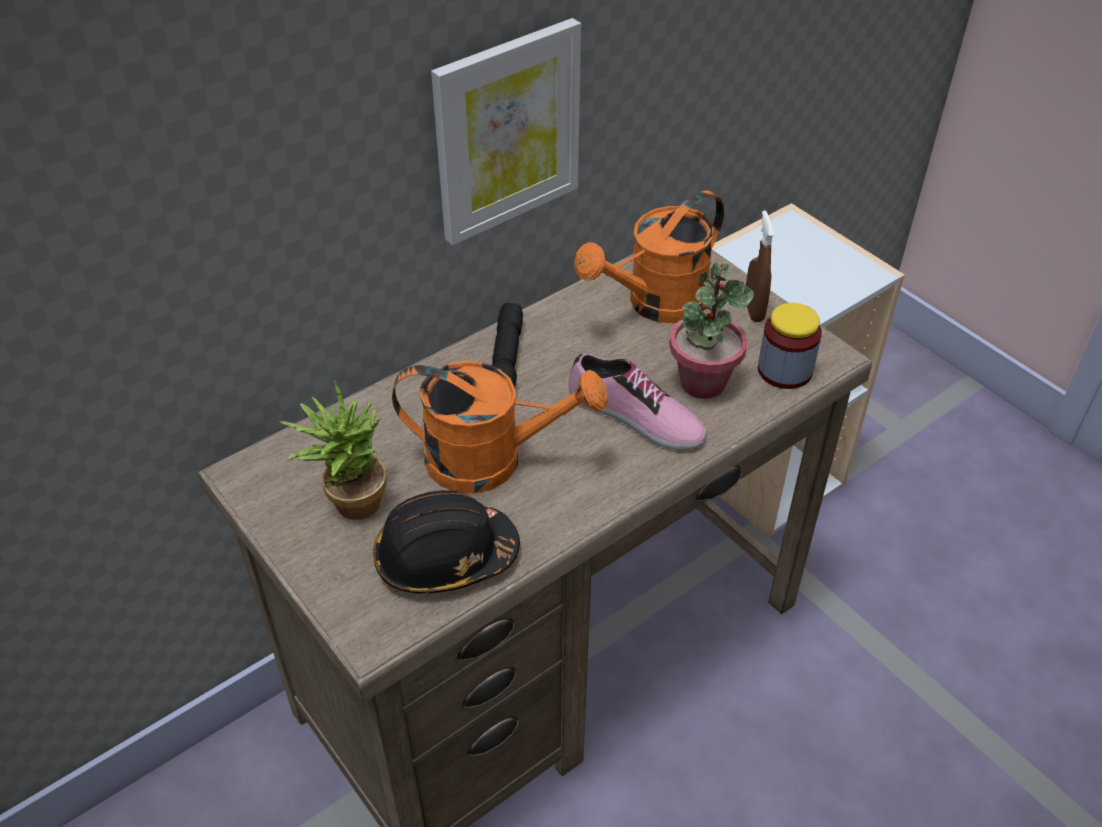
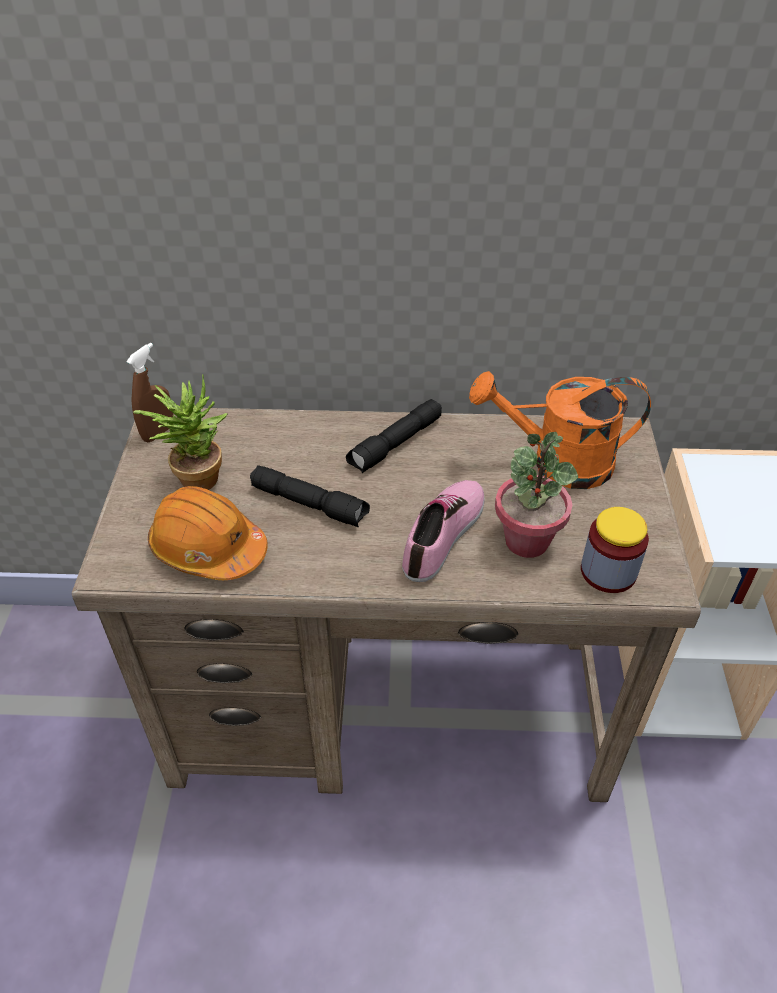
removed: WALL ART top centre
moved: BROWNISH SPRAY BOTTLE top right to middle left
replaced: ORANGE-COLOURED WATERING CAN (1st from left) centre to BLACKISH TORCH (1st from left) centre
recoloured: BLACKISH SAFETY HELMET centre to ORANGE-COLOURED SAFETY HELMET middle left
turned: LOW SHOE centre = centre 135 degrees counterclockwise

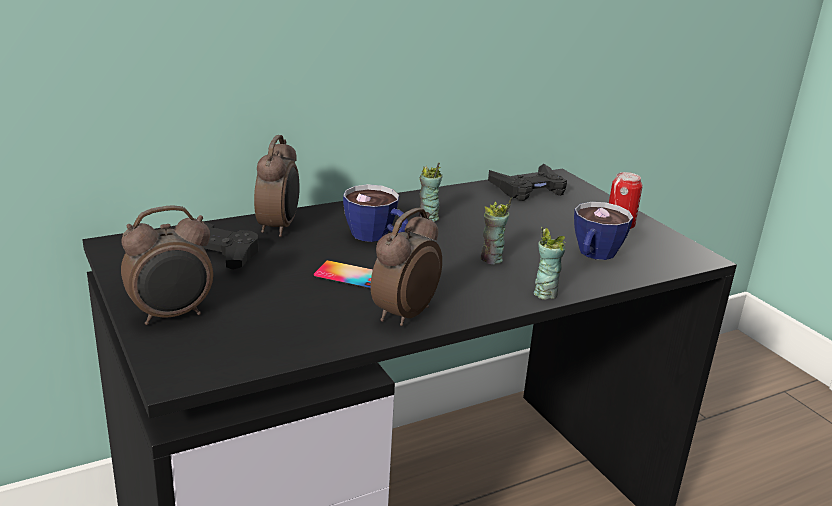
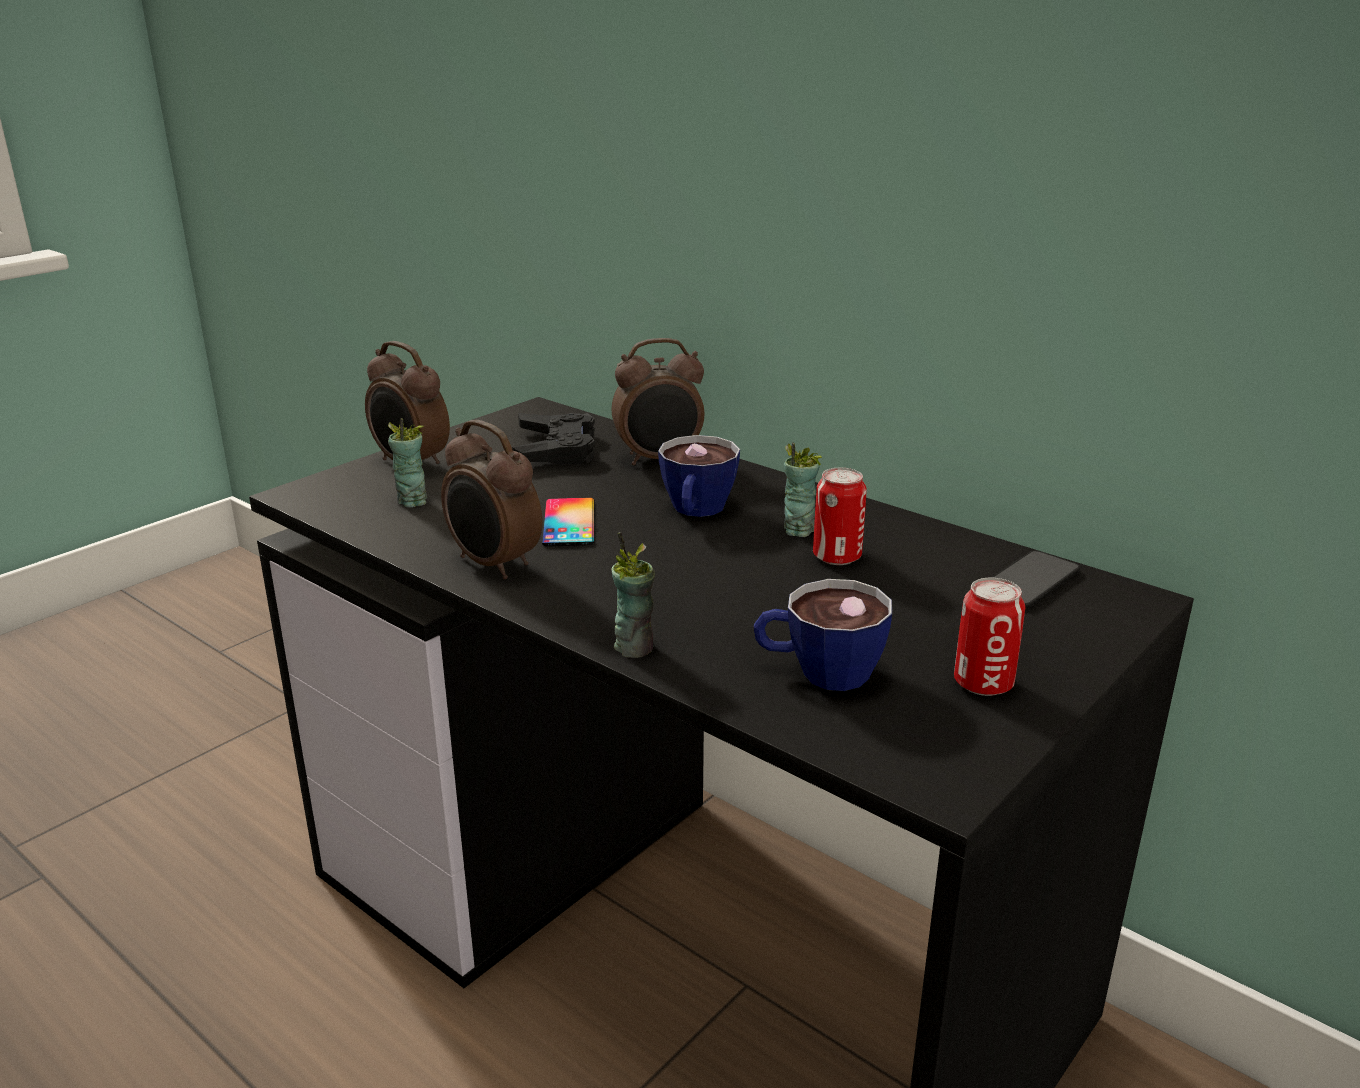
added: CAN (1st from left) centre
moved: DRINKING CUP (3rd from left in the first image) centre to DRINKING CUP (1st from left) middle left
replaced: BLACKISH GAME CONTROLLER (2nd from left) centre to TELEPHONE (2nd from left) middle right
turned: ALARM CLOCK (3rd from left in the first image) centre = centre 150 degrees counterclockwise

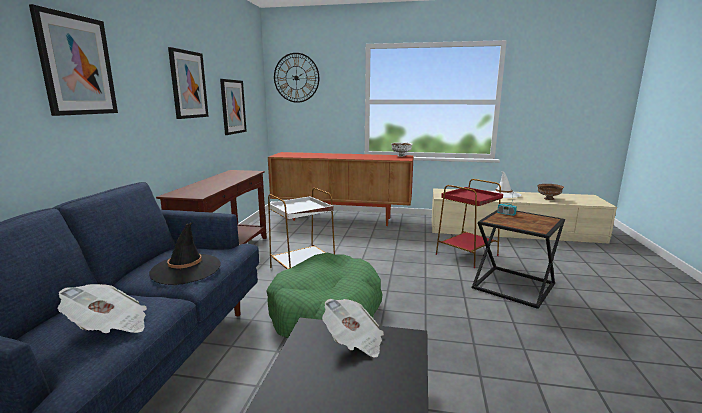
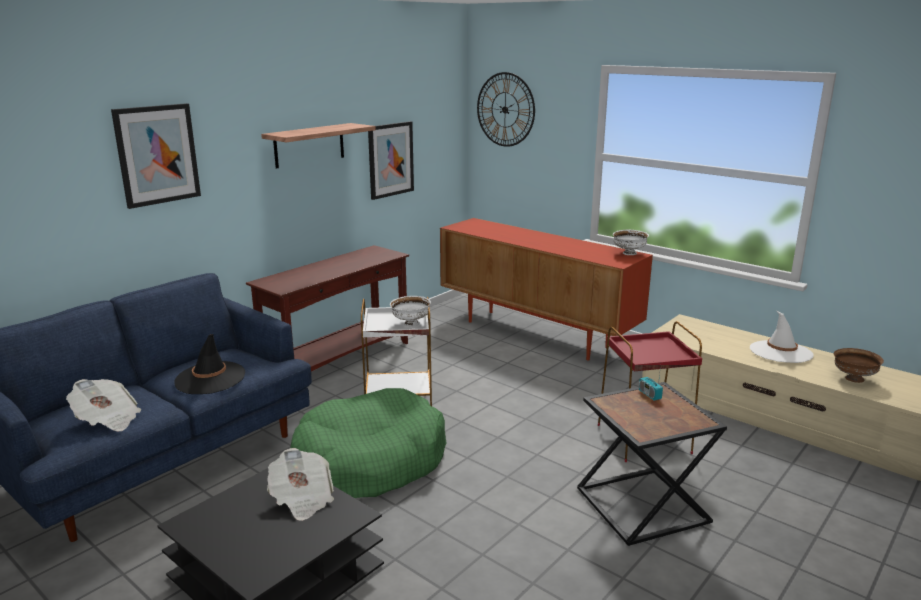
added: WHITE-COLOURED SERVING BOWL (1st from left) centre
replaced: WALL ART (2nd from left) top left to SHELF top centre

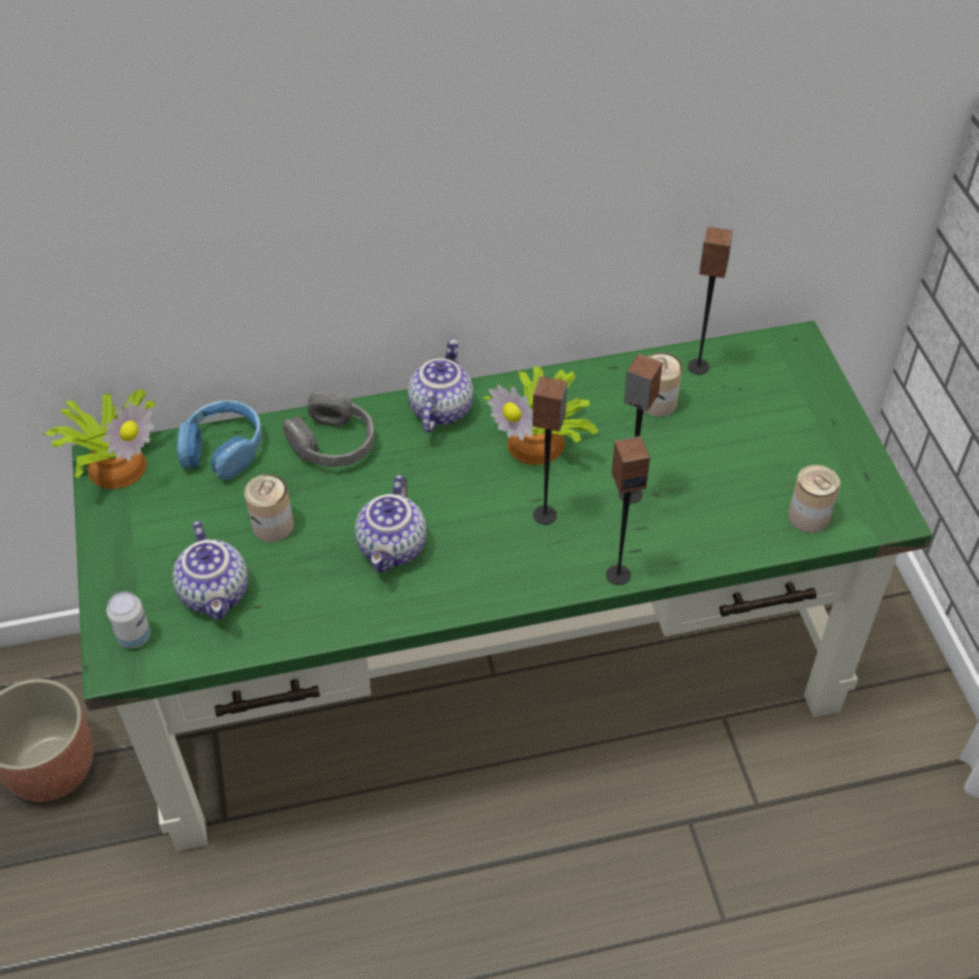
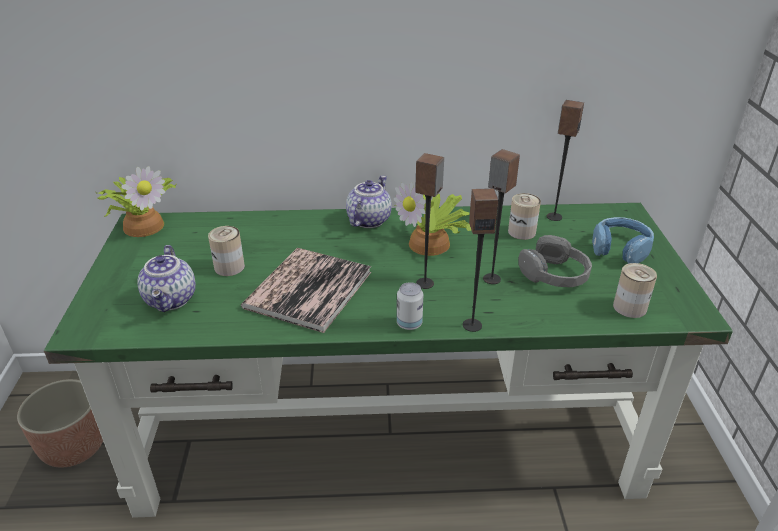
moved: CAN (1st from left in the first image) middle left to CAN (2nd from left) centre; BLUISH PAIR OF HEADPHONES middle left to middle right; GRAY PAIR OF HEADPHONES centre to middle right
replaced: POT FOR TEA (2nd from left) centre to BOUND BOOK centre

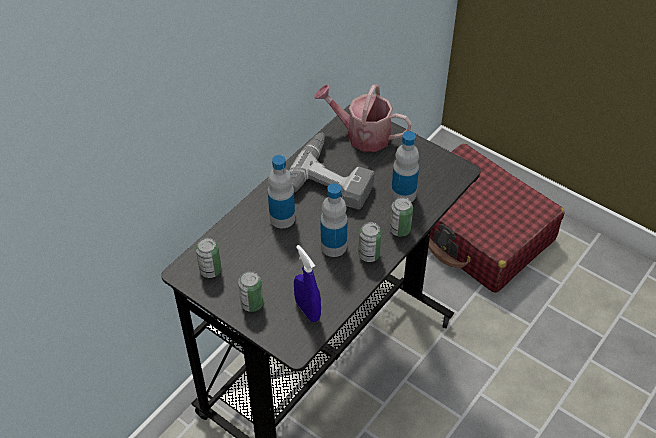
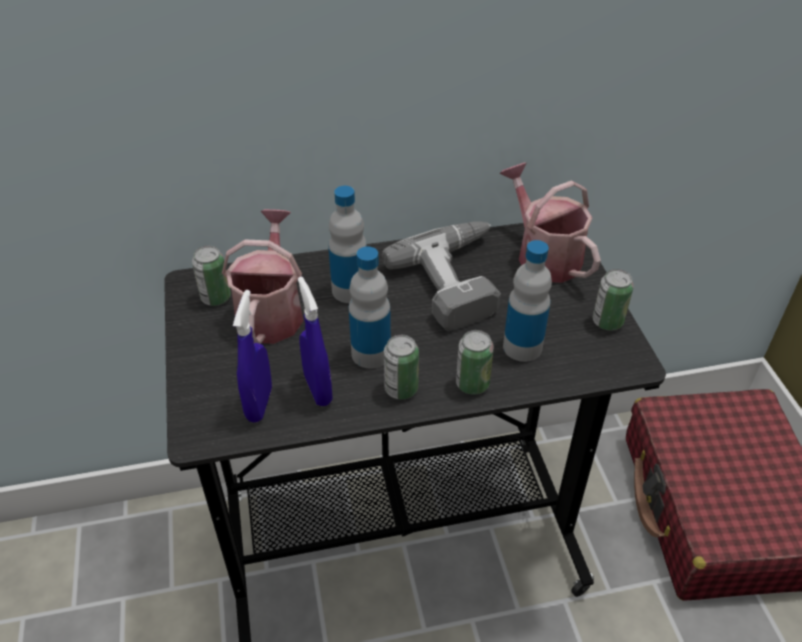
added: WATERING CAN (1st from left) middle left; BLUISH SPRAY BOTTLE (2nd from left) centre
moved: CAN (2nd from left in the first image) centre to CAN (4th from left) middle right

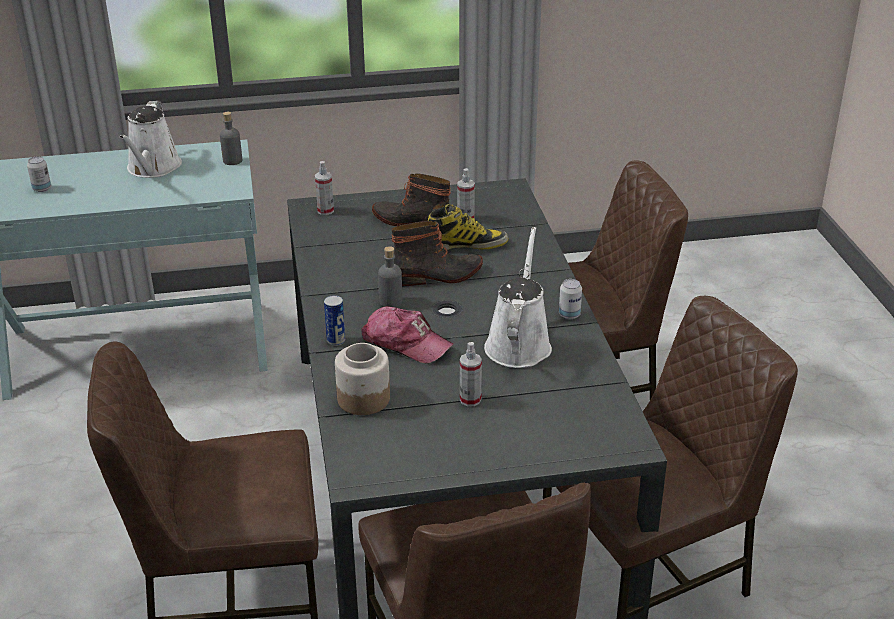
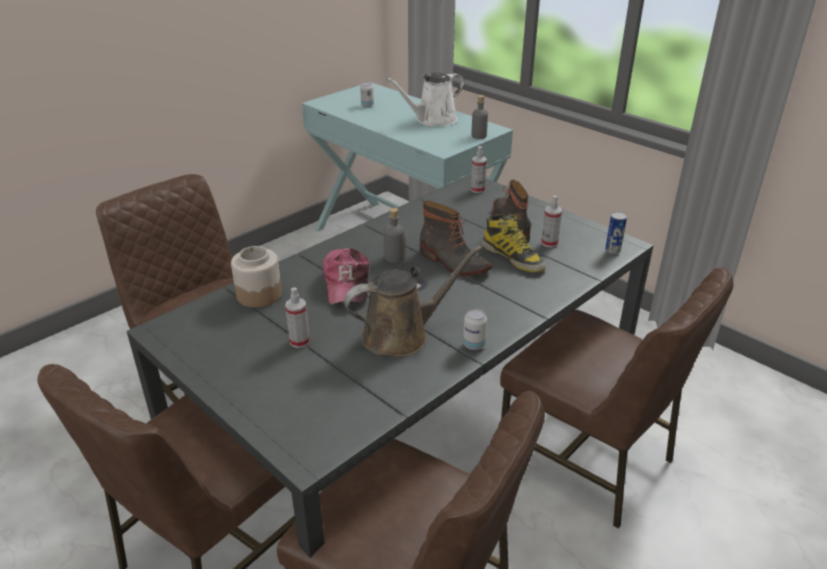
moved: CAN (2nd from left in the first image) centre to CAN (3rd from left) middle right
recoloured: WHITE-COLOURED WATERING CAN (2nd from left) centre to BROWNISH WATERING CAN centre

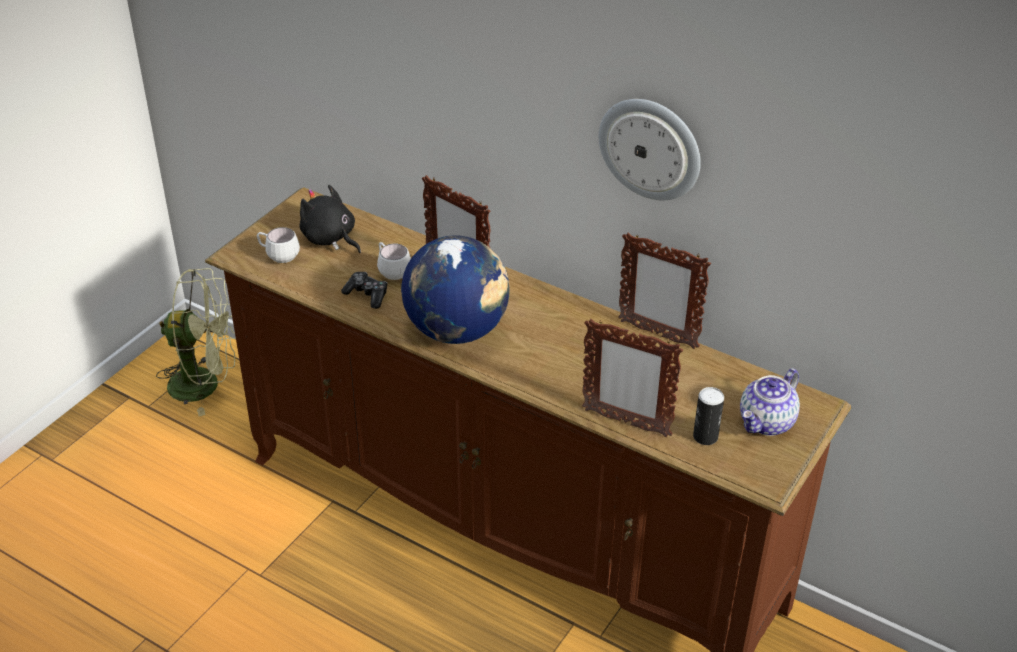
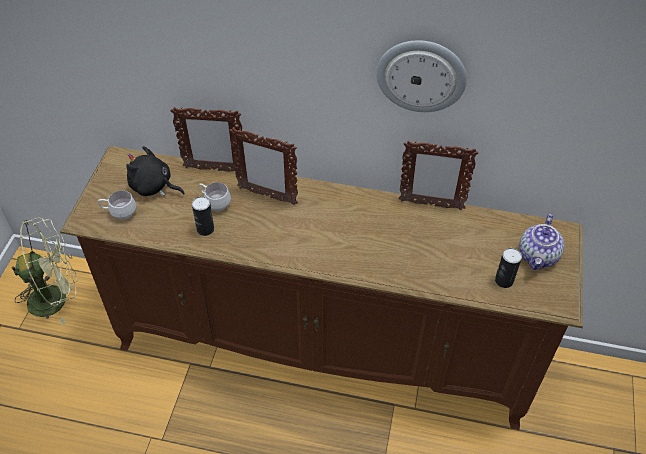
removed: GLOBE centre
moved: STANDING FRAME (2nd from left in the first image) centre to STANDING FRAME (1st from left) top left
replaced: GAME CONTROLLER centre to CAN (1st from left) middle left

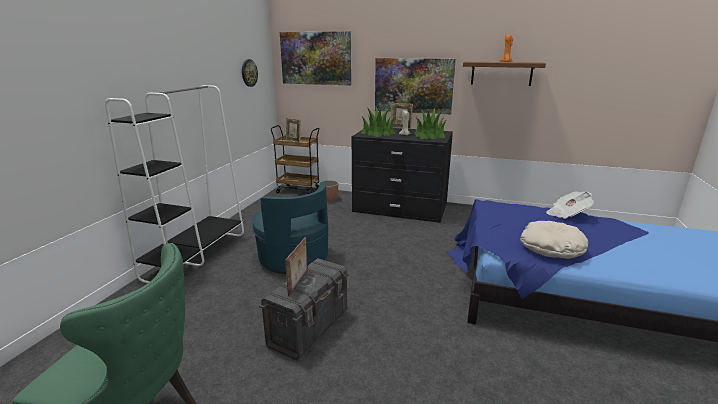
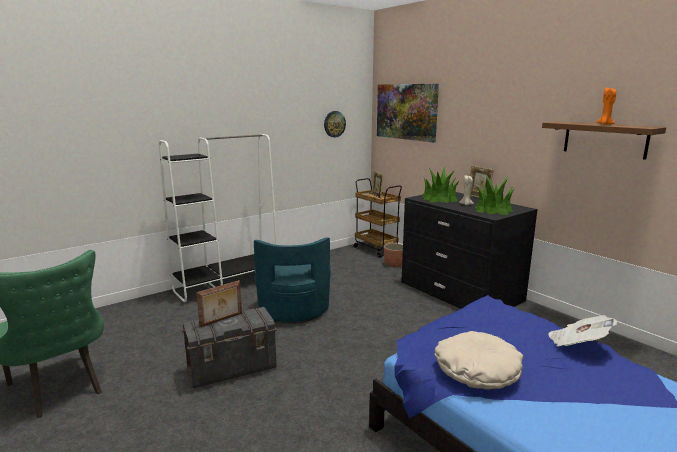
removed: WALL ART (2nd from left) top centre

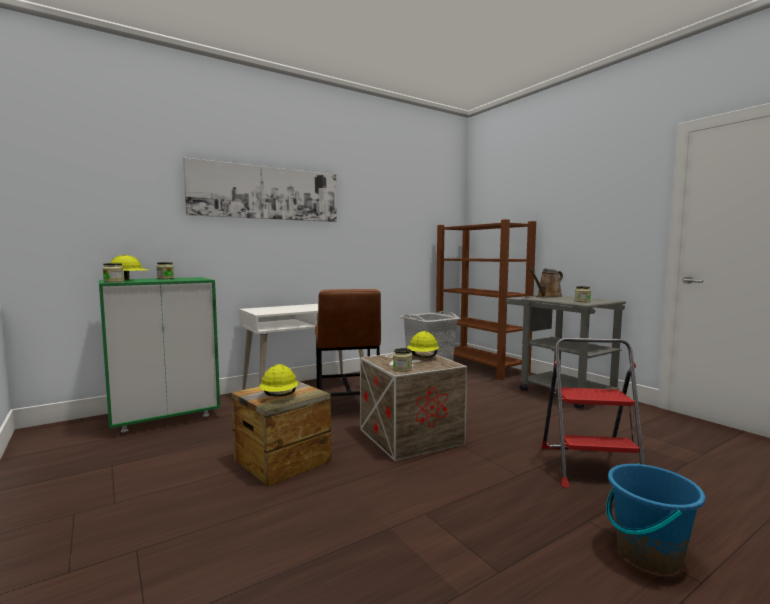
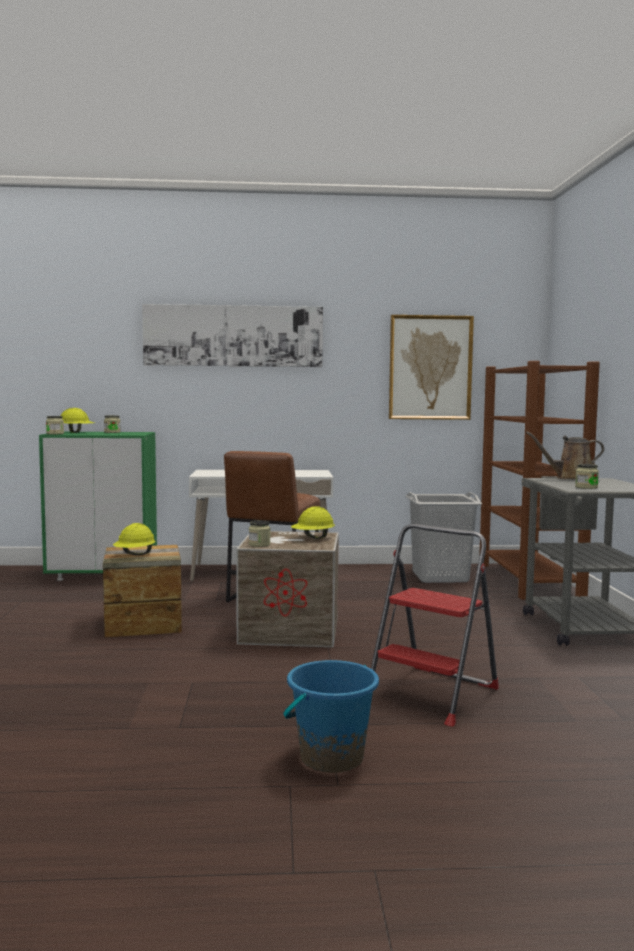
added: WALL ART (2nd from left) middle right

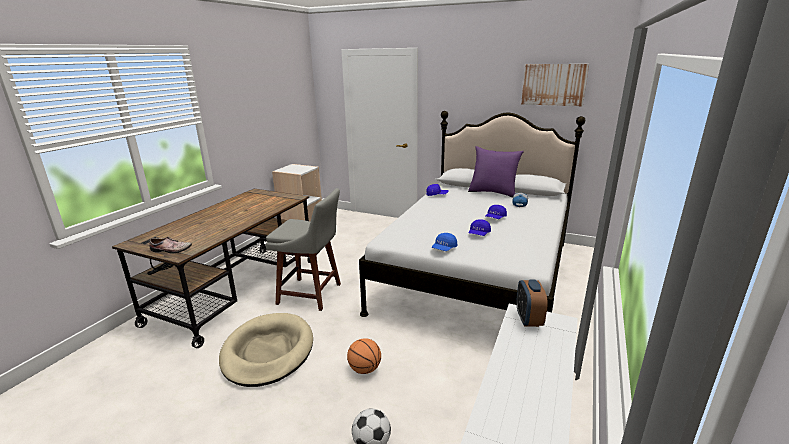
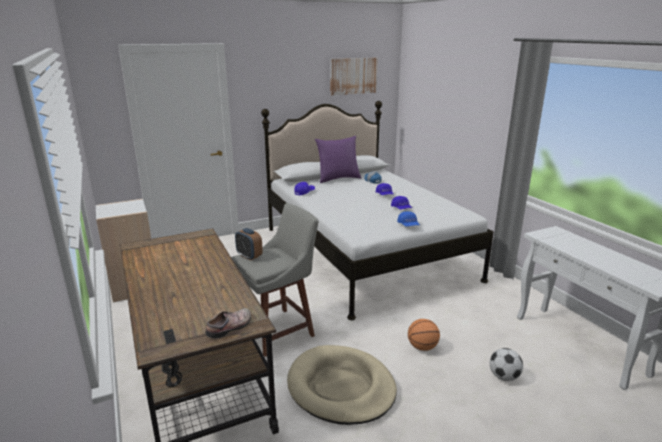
moved: ALARM CLOCK bottom right to centre

